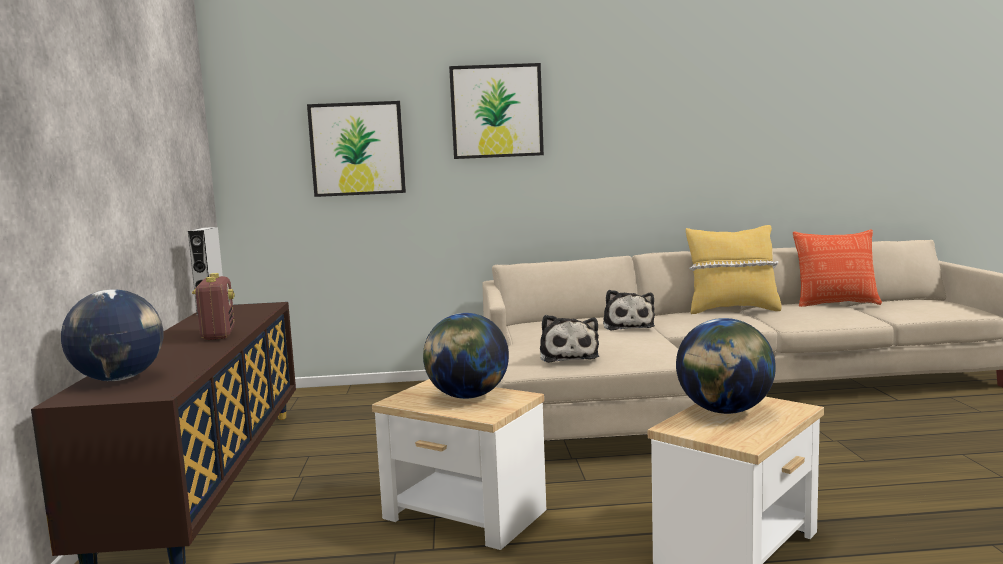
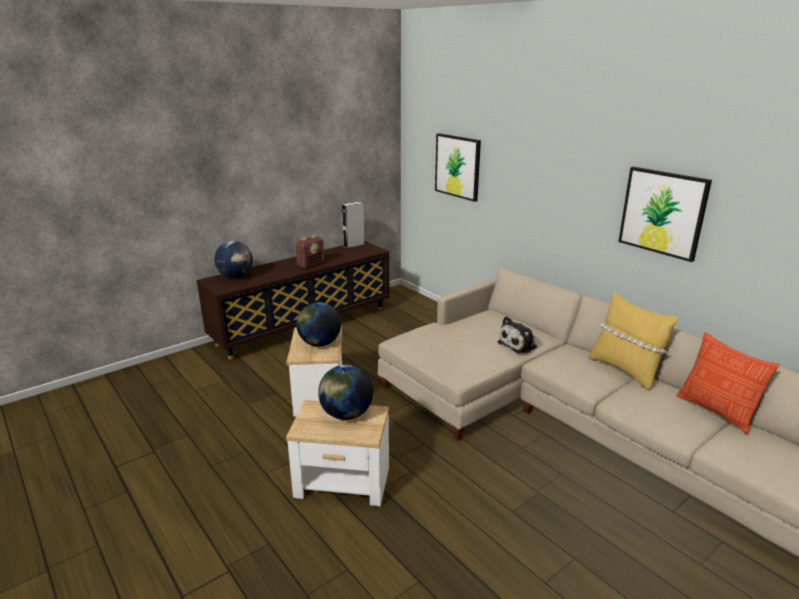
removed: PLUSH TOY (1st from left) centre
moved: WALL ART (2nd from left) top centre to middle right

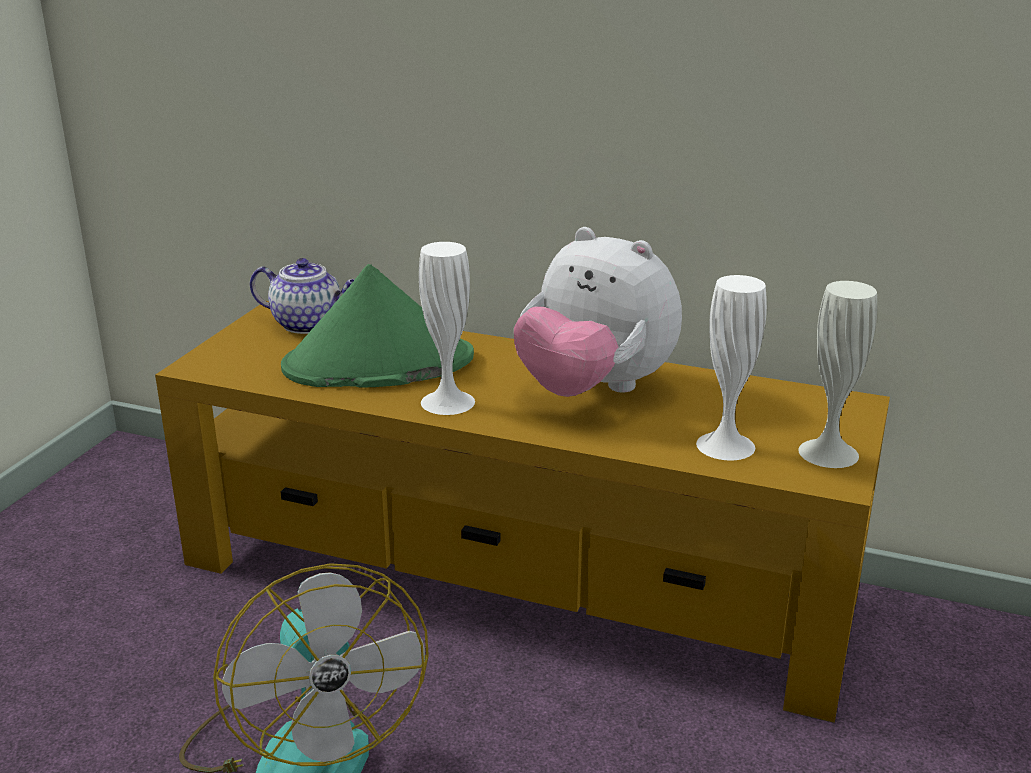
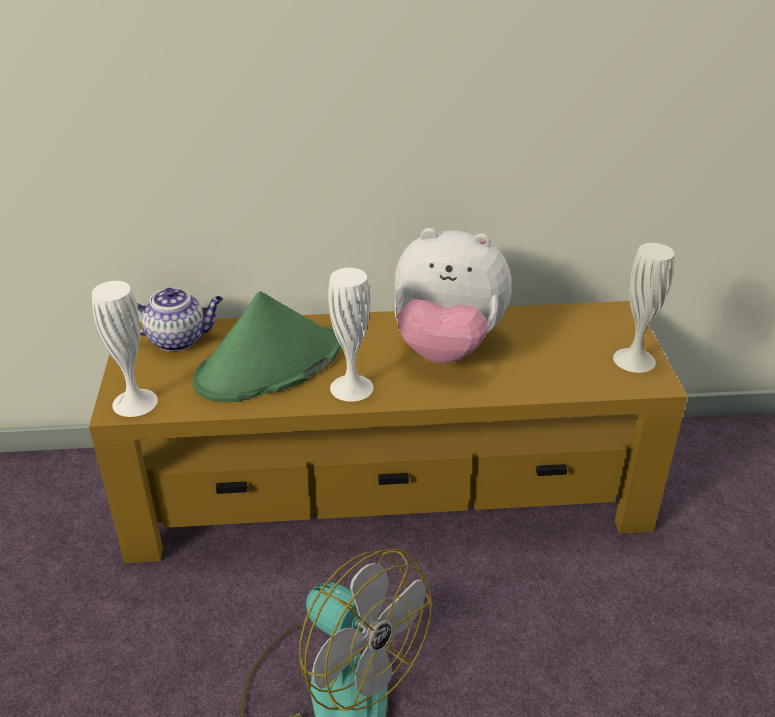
moved: WHITE-COLOURED VASE (2nd from left in the first image) middle right to WHITE-COLOURED VASE (1st from left) middle left

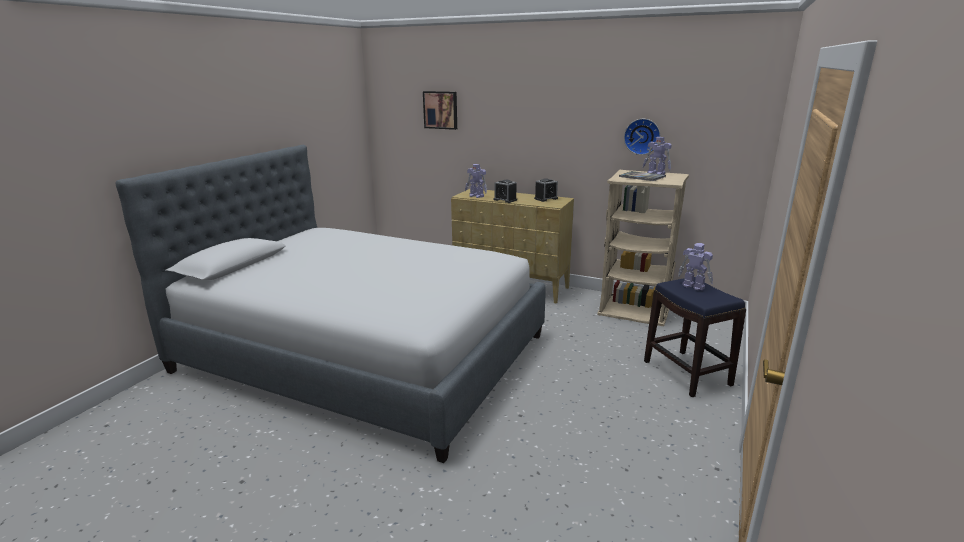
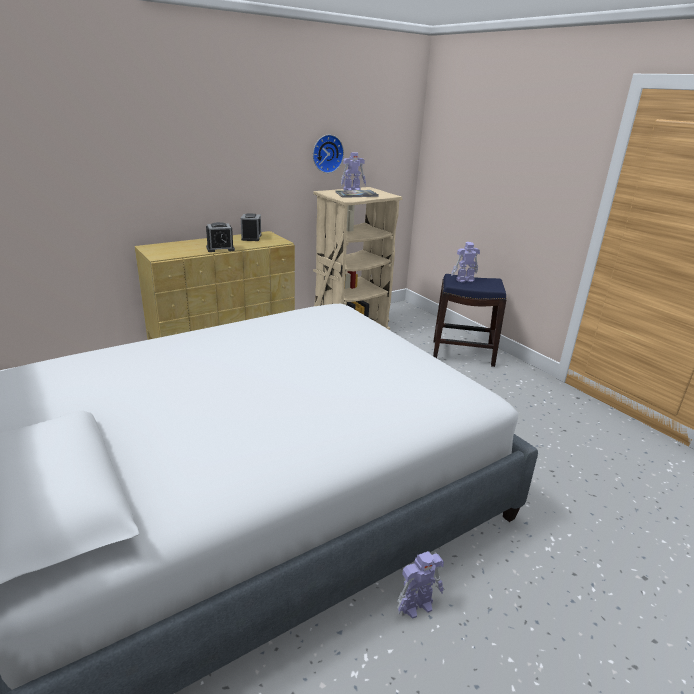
removed: WALL ART top centre
moved: TOY ROBOT (1st from left in the first image) centre to TOY ROBOT (2nd from left) bottom centre

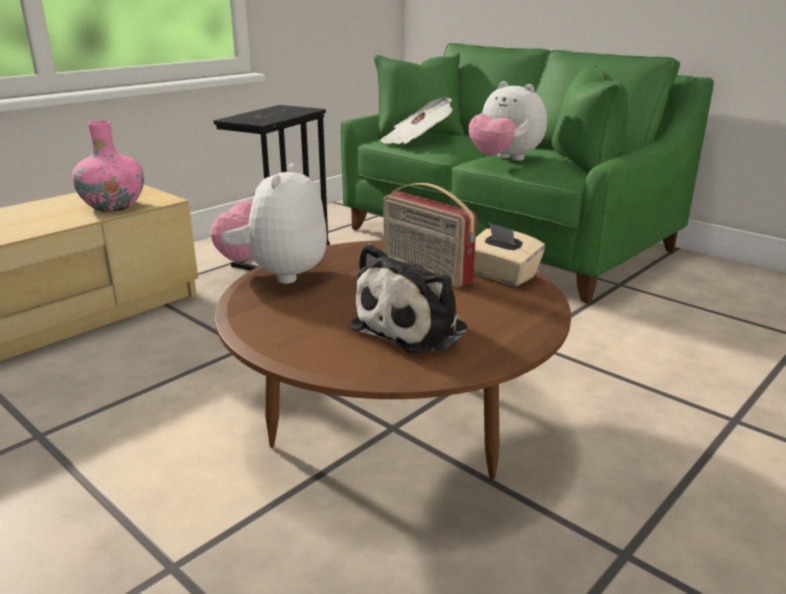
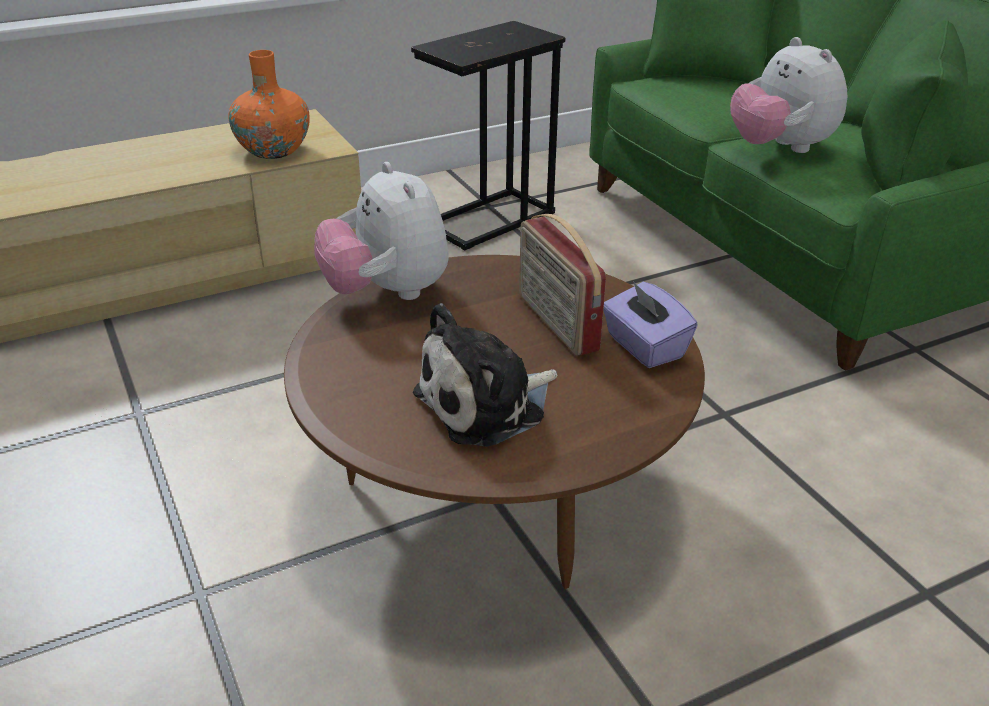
removed: PRINTED PAPER top centre
recoloured: PINK VASE top left to ORANGE-COLOURED VASE top left; BEIGE TISSUE BOX centre to PURPLE TISSUE BOX centre
turned: PLUSH TOY (1st from left) centre = top centre 60 degrees counterclockwise

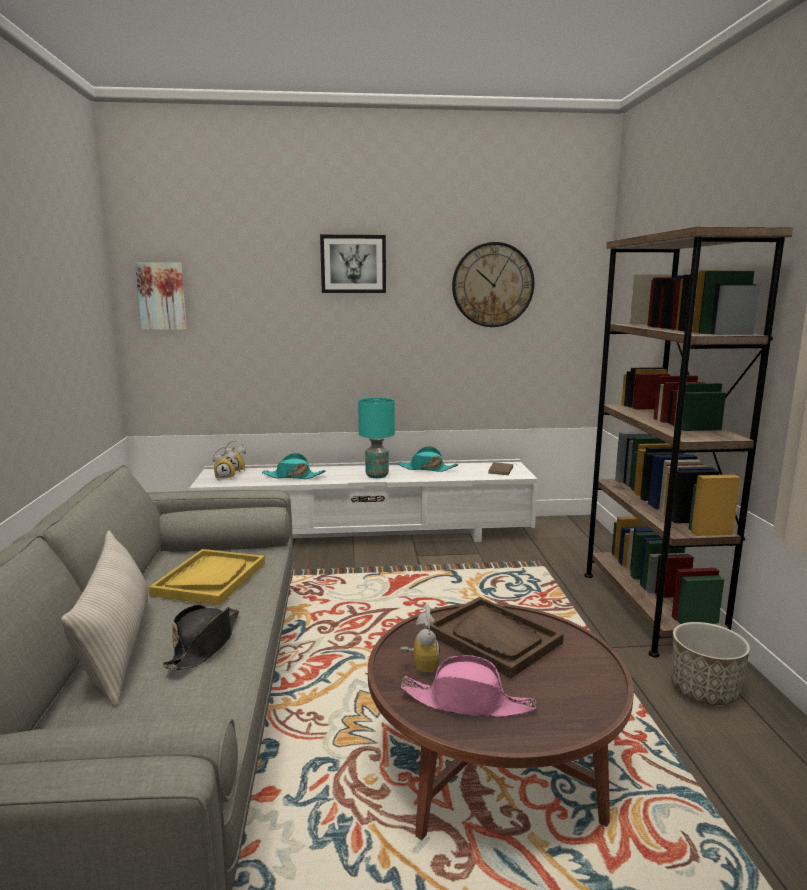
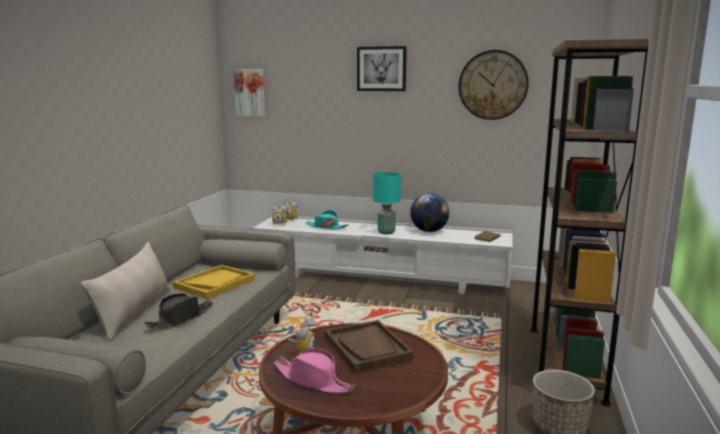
replaced: BLUE-GREEN CLOTHING HAT (2nd from left) centre to GLOBE centre

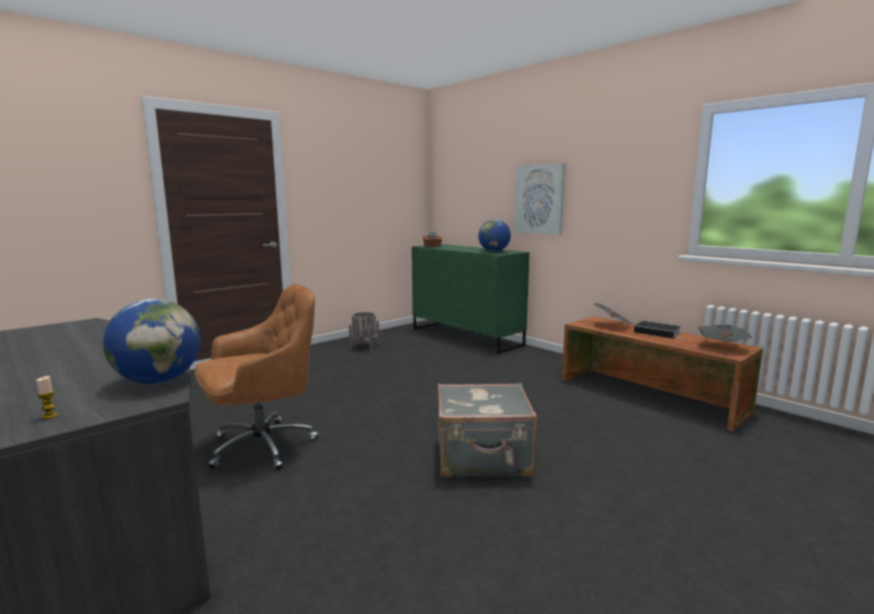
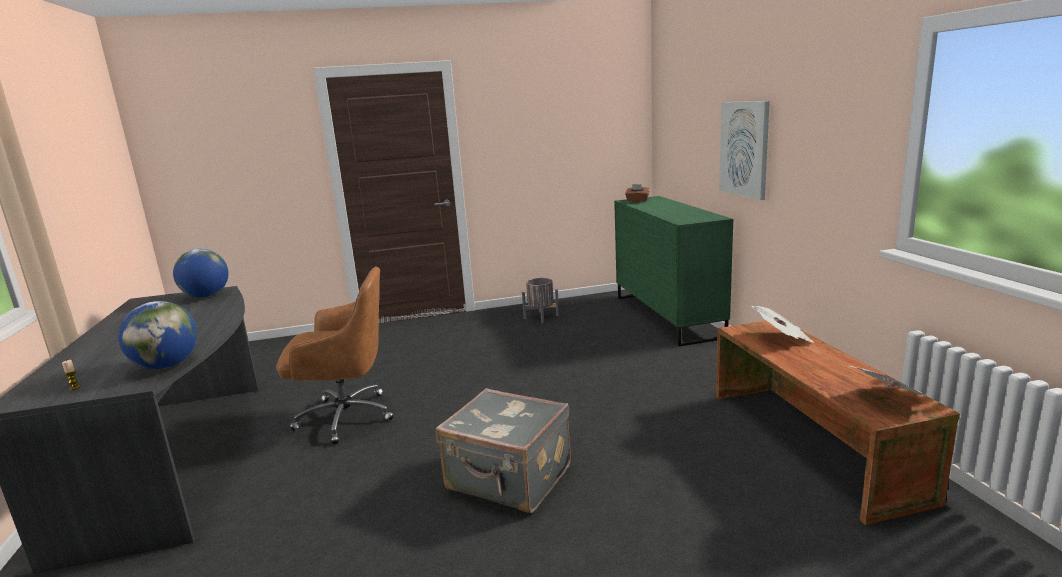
removed: BOUND BOOK middle right
moved: GLOBE (2nd from left) centre to middle left

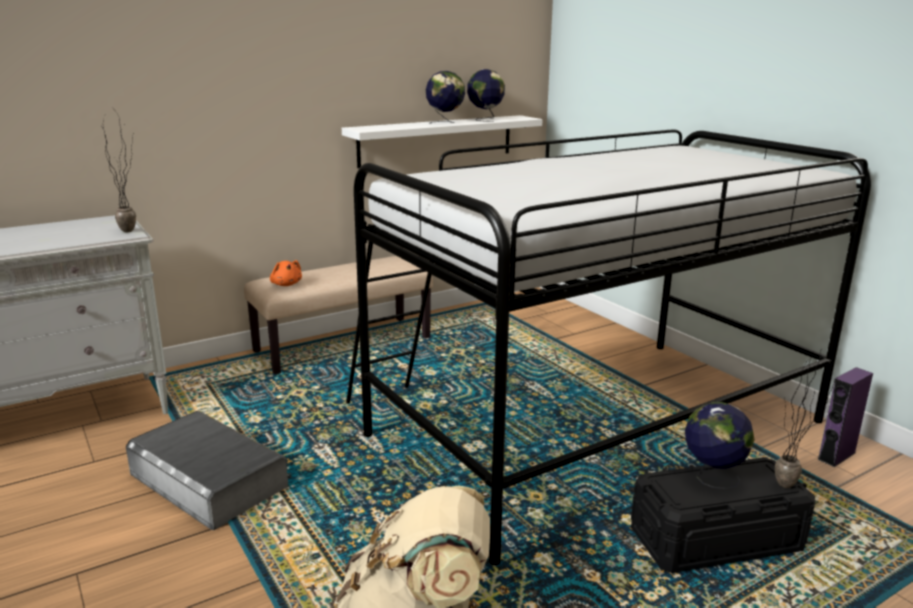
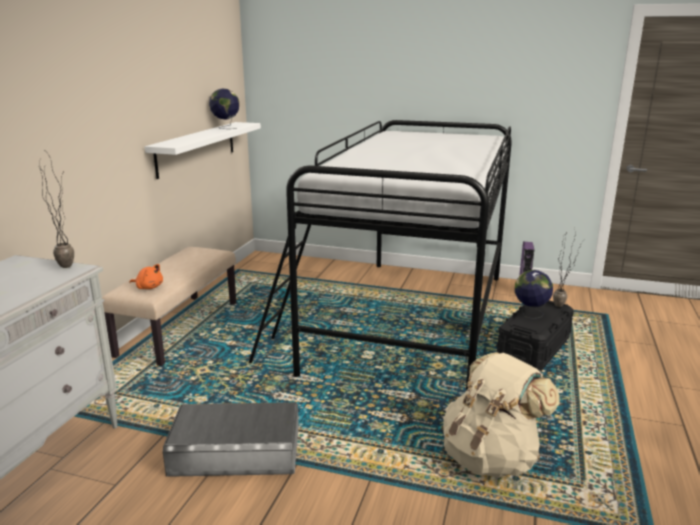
removed: GLOBE (1st from left) top centre

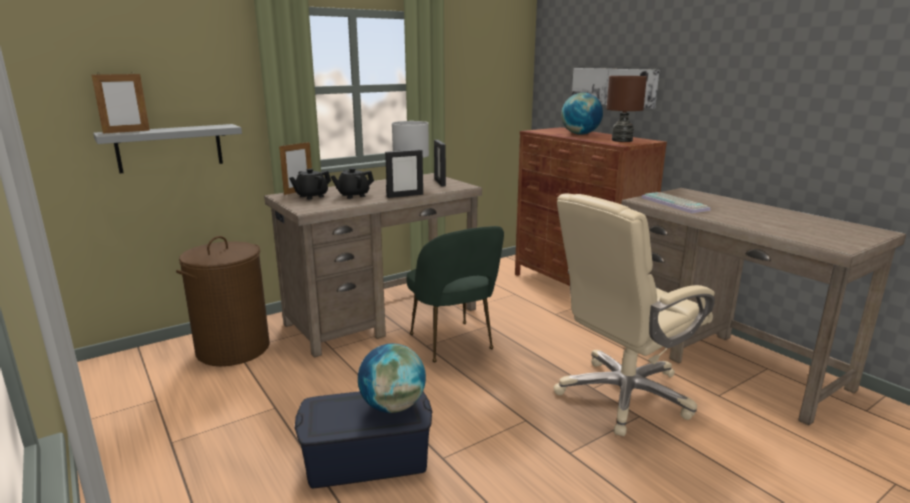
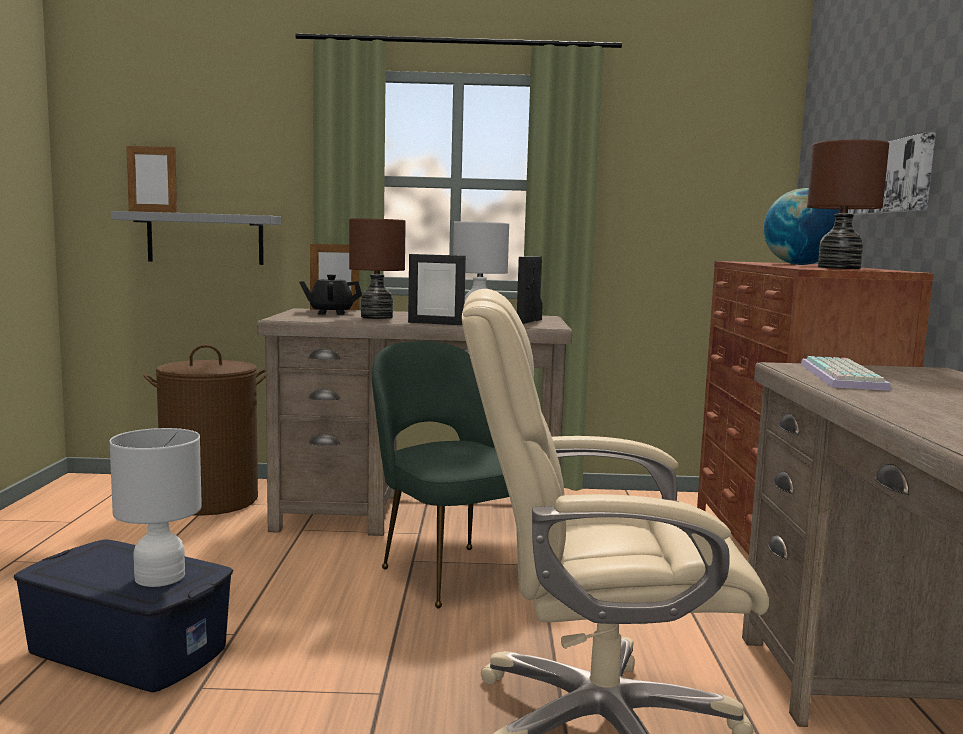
replaced: BLACKISH POT FOR TEA (2nd from left) centre to BROWNISH LAMP FOR A TABLE (1st from left) centre; GLOBE (1st from left) bottom centre to GRAY LAMP FOR A TABLE (1st from left) bottom left
turned: GREEN UPRIGHT CHAIR centre = centre 135 degrees clockwise

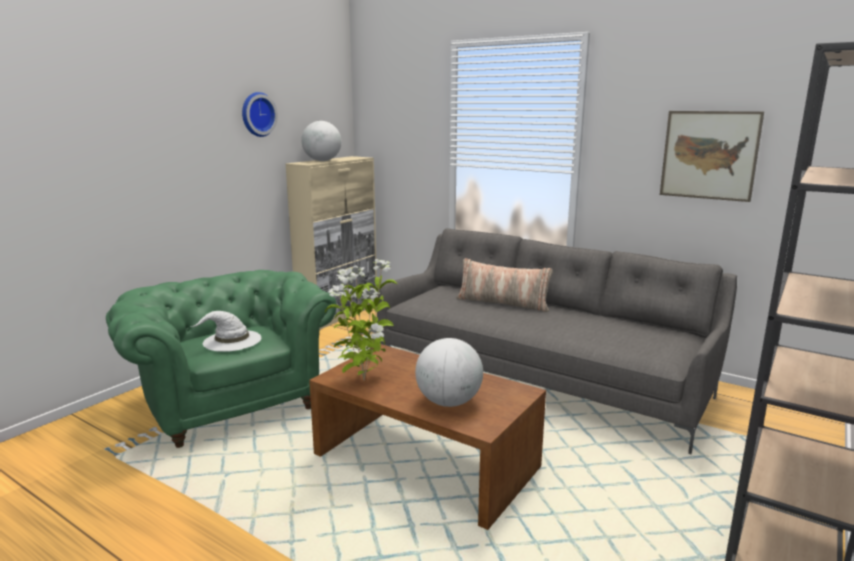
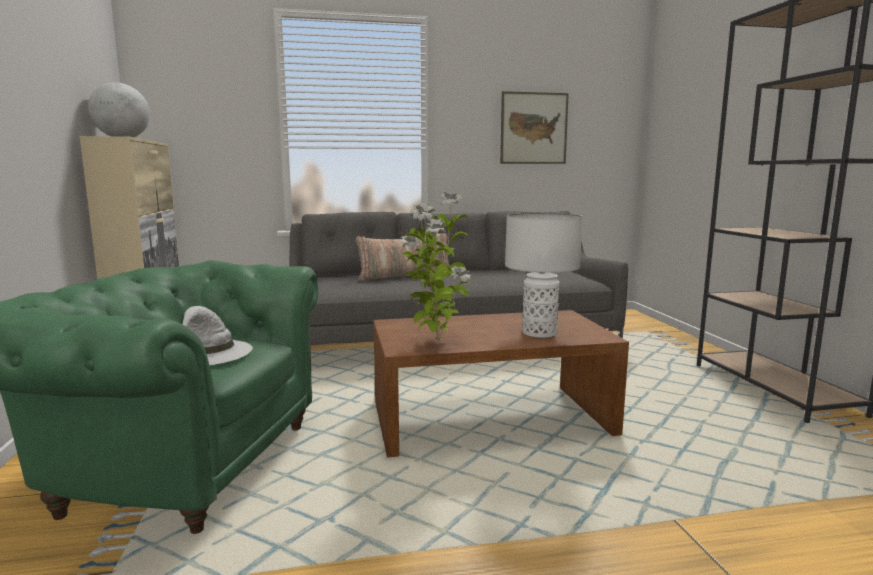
removed: CLOCK ON THE WALL top left
replaced: GLOBE (2nd from left) centre to WHITE-COLOURED LAMP FOR A TABLE centre

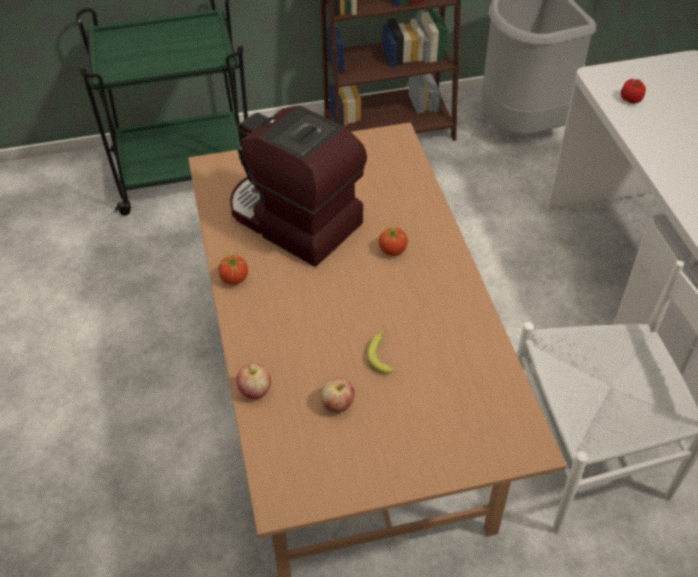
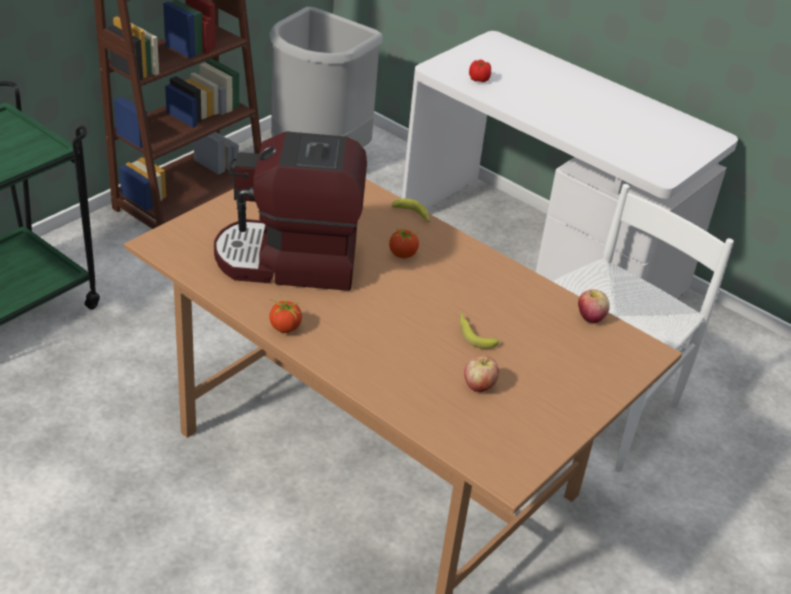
added: BANANA (1st from left) centre
moved: APPLE (1st from left in the first image) centre to APPLE (2nd from left) middle right

